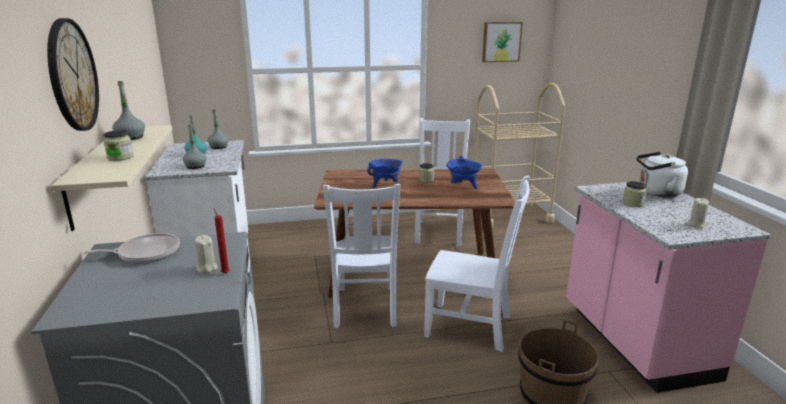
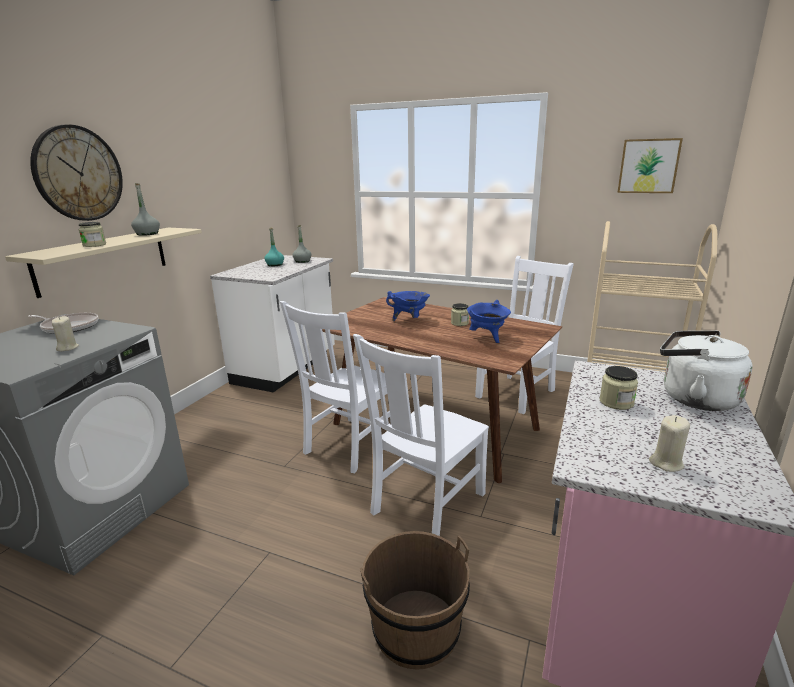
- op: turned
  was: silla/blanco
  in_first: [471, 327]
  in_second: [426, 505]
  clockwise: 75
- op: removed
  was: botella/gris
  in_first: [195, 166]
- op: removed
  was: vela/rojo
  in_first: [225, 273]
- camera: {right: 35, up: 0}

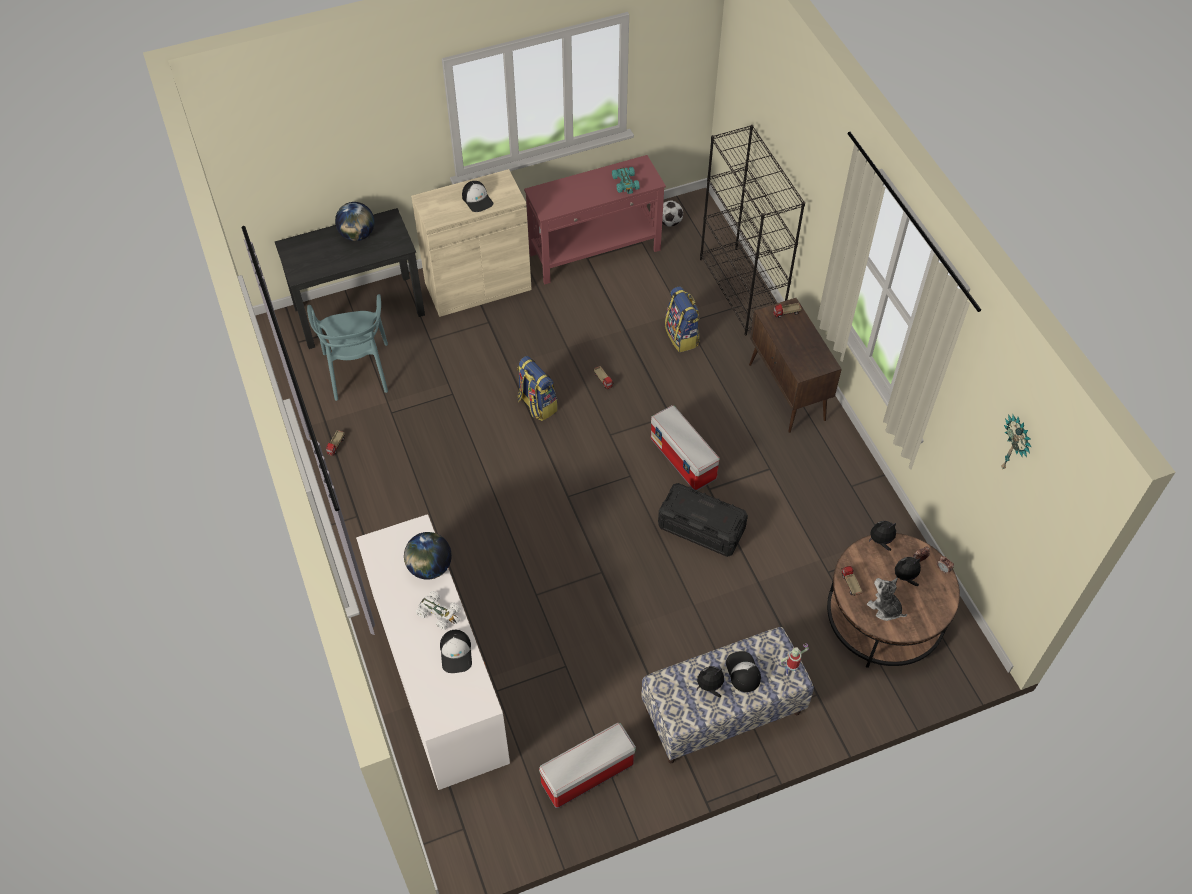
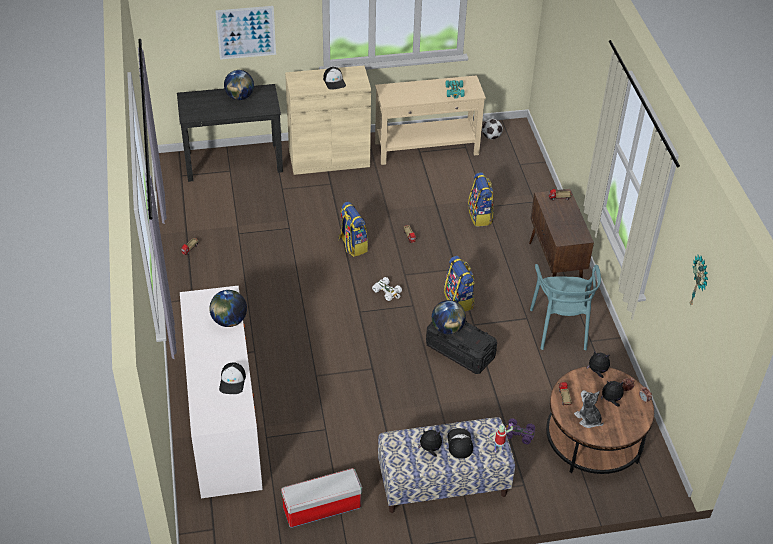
- op: added
  now: cuadro
  in_second: [246, 32]
- op: moved
  was: coche de juguete/blanco
  in_first: [439, 613]
  in_second: [387, 291]
- op: recoloured
  was: mesa consola/rojo
  now: mesa consola/beis
  in_first: [595, 252]
  in_second: [427, 149]
- op: added
  now: globo terráqueo
  in_second: [447, 328]
- op: replaced
  was: caja de almacenaje
  now: mochila
  in_first: [684, 459]
  in_second: [459, 300]
- op: added
  now: coche de juguete/morado
  in_second: [518, 434]
- op: moved
  was: silla/turquesa
  in_first: [358, 371]
  in_second: [560, 328]
- op: removed
  was: estantería/negro
  in_first: [741, 291]
- camera: {right: 10, up: -10}

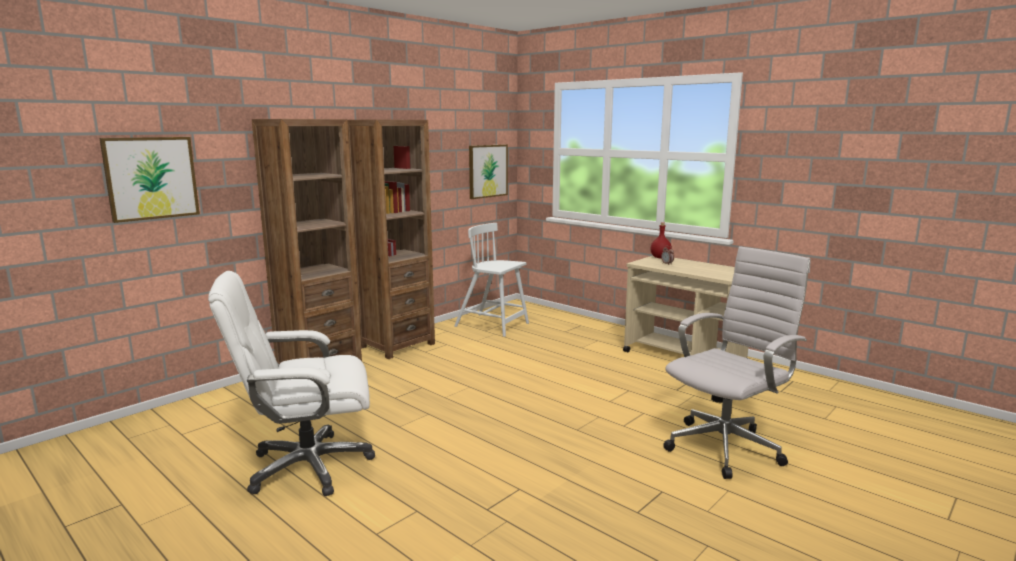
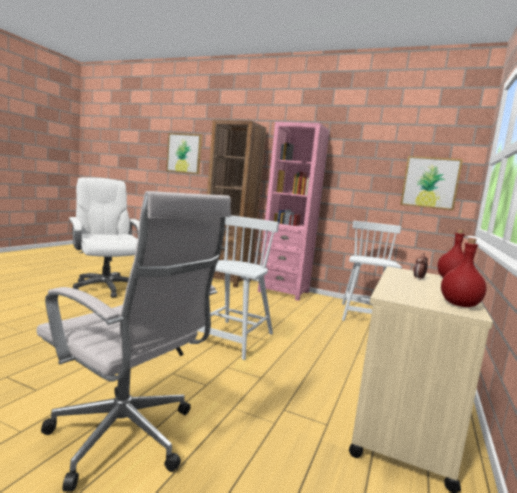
- op: added
  now: silla/blanco
  in_second: [233, 339]
- op: recoloured
  was: estantería/marrón
  now: estantería/rosa
  in_first: [397, 345]
  in_second: [283, 292]
- op: added
  now: botella/rojo
  in_second: [458, 304]
- camera: {right: 70, up: -5}

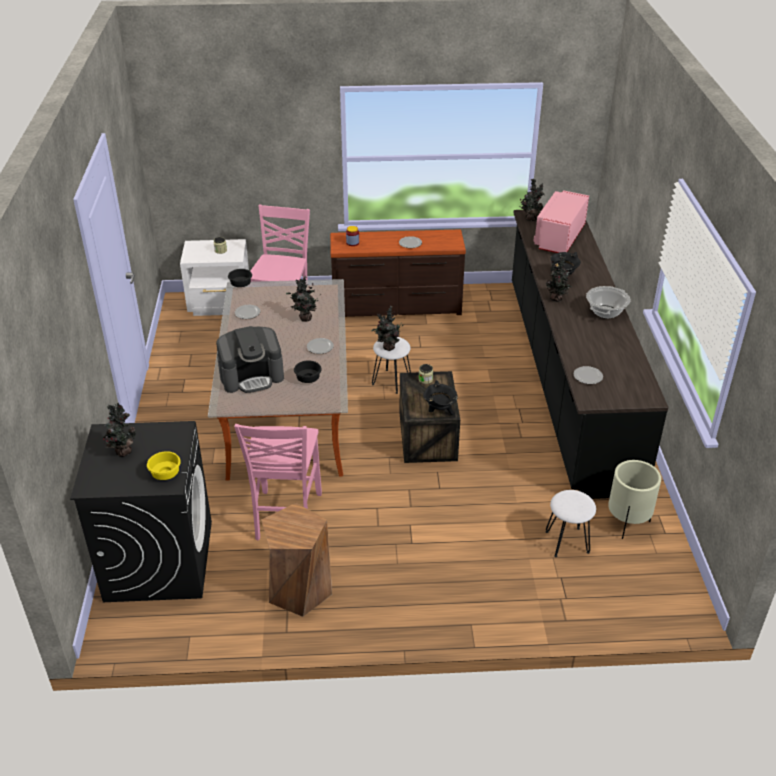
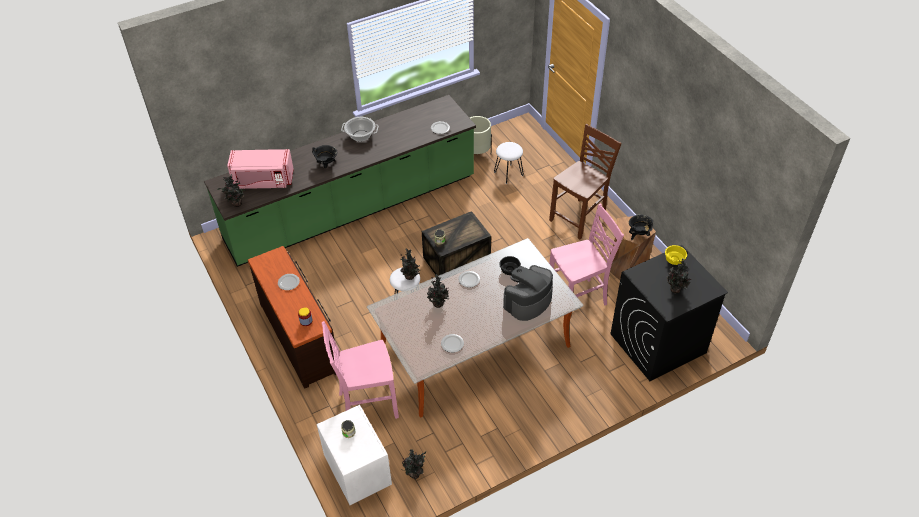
- op: recoloured
  was: mueble bajo de cocina/negro
  now: mueble bajo de cocina/verde
  in_first: [567, 379]
  in_second: [351, 209]
- op: moved
  was: planta en maceta
  in_first: [557, 299]
  in_second: [415, 473]
- op: turned
  was: cafetera
  in_first: [252, 376]
  in_second: [527, 301]
  clockwise: -90
- op: added
  now: silla/marrón
  in_second: [579, 218]
- op: moved
  was: olla/negro
  in_first: [439, 411]
  in_second: [639, 235]
- op: removed
  was: cuenco/negro
  in_first: [240, 284]
- camera: {right: -115, up: 10}

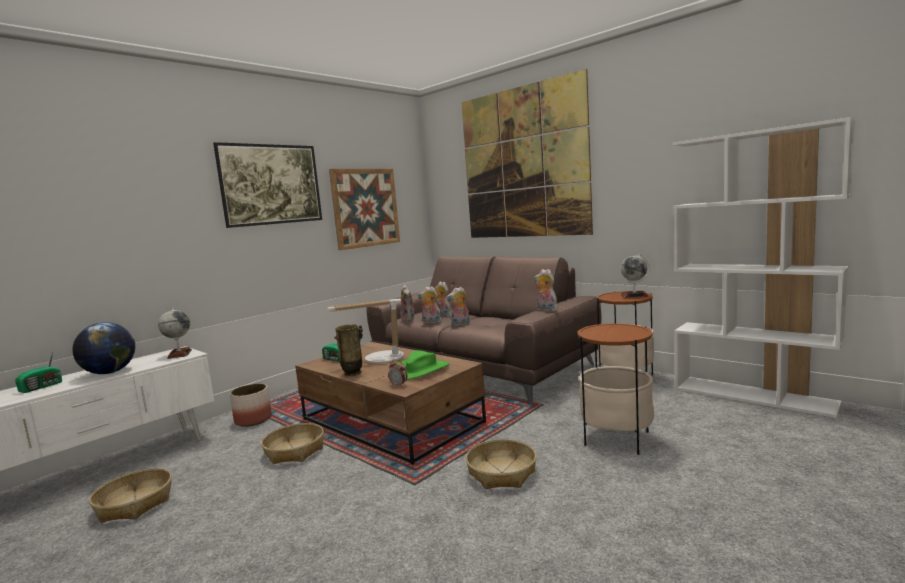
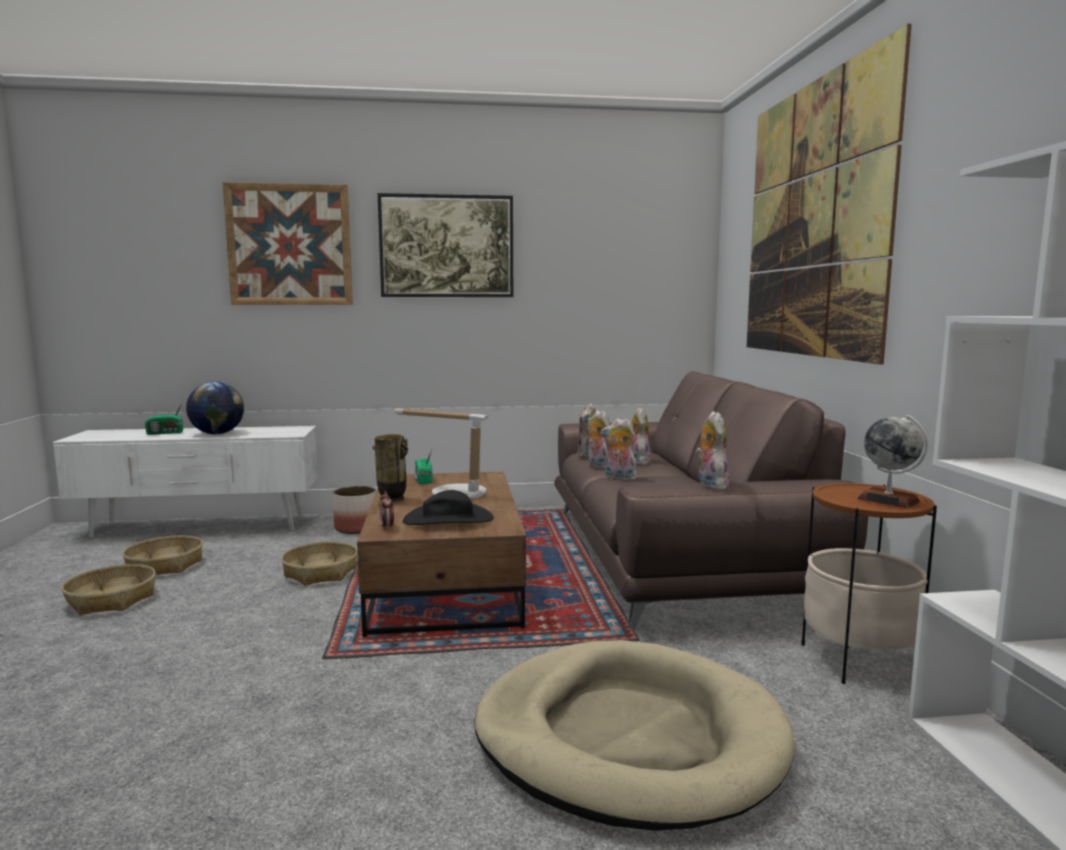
- op: moved
  was: cesta
  in_first: [502, 473]
  in_second: [112, 599]
- op: moved
  was: cuadro
  in_first: [365, 208]
  in_second: [289, 245]
- op: recoloured
  was: sombrero/verde
  now: sombrero/negro
  in_first: [421, 370]
  in_second: [448, 519]
- op: replaced
  was: mesa auxiliar
  now: cama para perro/beis
  in_first: [616, 438]
  in_second: [628, 738]
- op: removed
  was: globo terráqueo
  in_first: [179, 354]
- camera: {right: 40, up: 0}

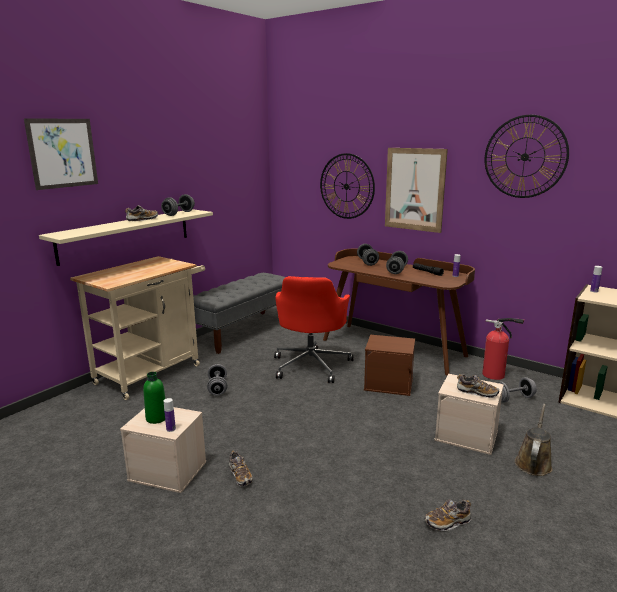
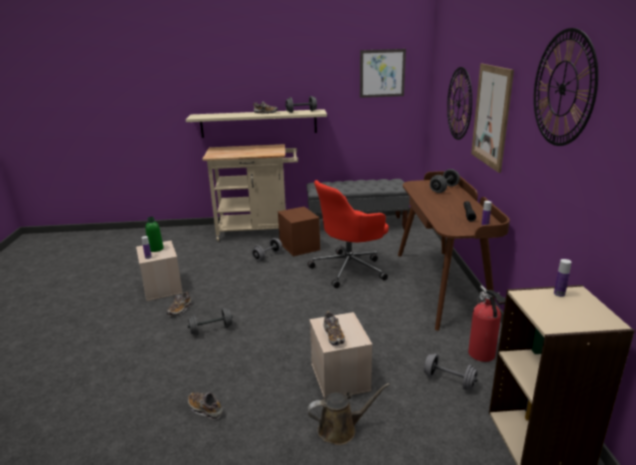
- op: moved
  was: mancuerna/gris
  in_first: [396, 270]
  in_second: [211, 330]
- op: moved
  was: caja de almacenaje/marrón
  in_first: [389, 384]
  in_second: [300, 246]
- op: moved
  was: cuadro
  in_first: [63, 153]
  in_second: [382, 73]
- camera: {right: 50, up: 5}

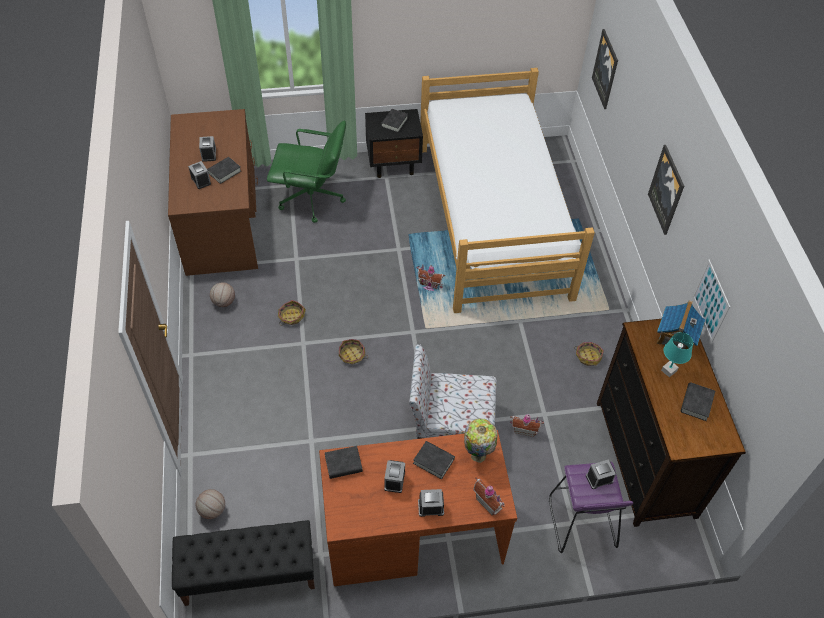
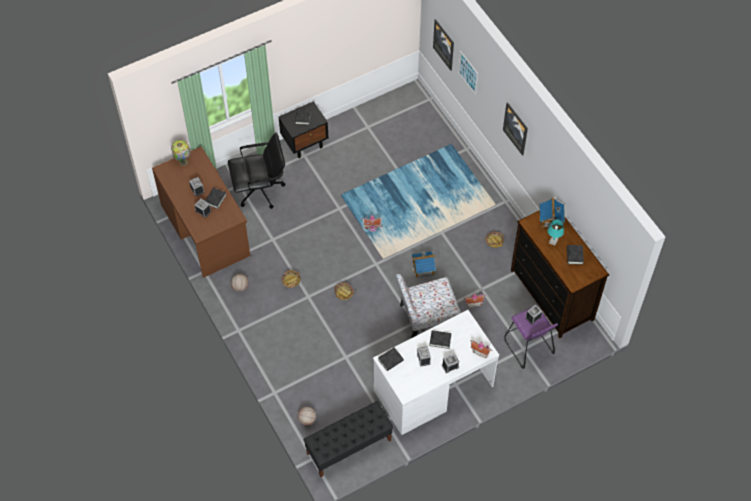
- op: moved
  was: lámpara de mesa
  in_first: [478, 454]
  in_second: [183, 161]
- op: recoloured
  was: silla de oficina/verde
  now: silla de oficina/negro
  in_first: [312, 199]
  in_second: [260, 190]
- op: recoloured
  was: escritorio/marrón
  now: escritorio/blanco
  in_first: [412, 531]
  in_second: [432, 388]
- op: added
  now: casita
  in_second: [423, 268]
- op: moved
  was: cuadro
  in_first: [711, 301]
  in_second: [468, 72]
- op: removed
  was: cama
  in_first: [493, 219]
- camera: {right: -20, up: 5}

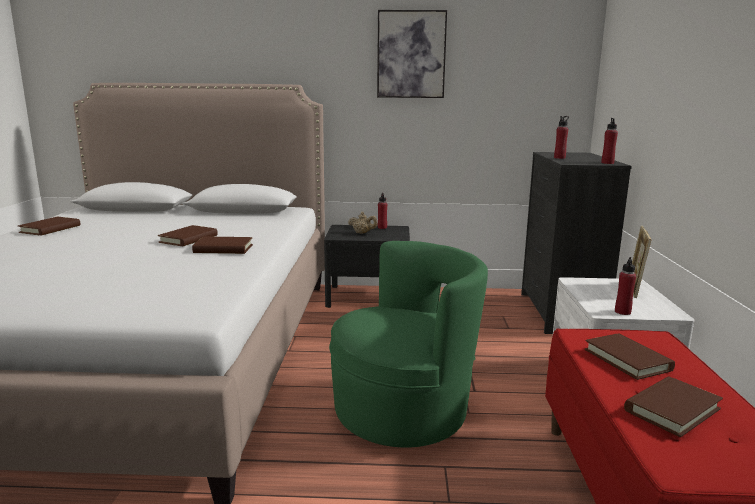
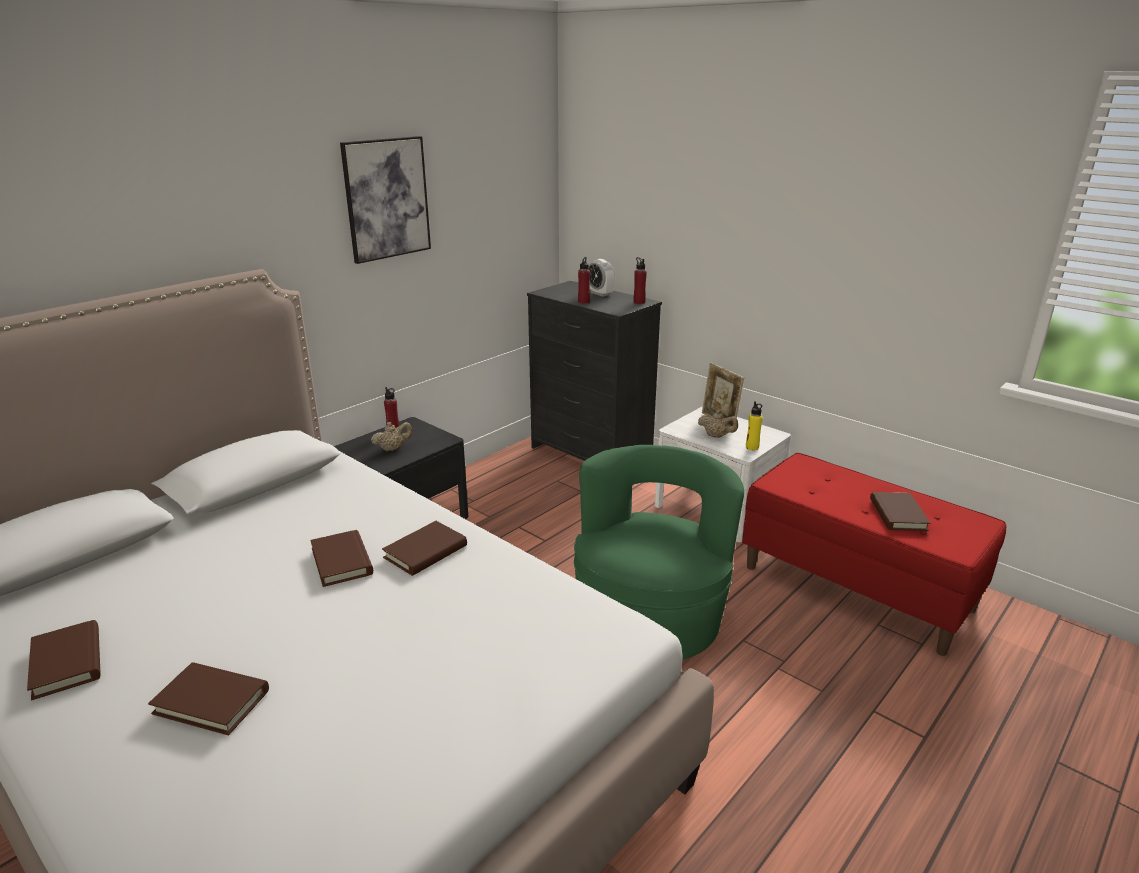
- op: moved
  was: libro/marrón
  in_first: [627, 360]
  in_second: [212, 702]
- op: added
  now: despertador
  in_second: [600, 293]
- op: added
  now: tetera/beis
  in_second: [716, 436]
- op: recoloured
  was: botella/rojo
  now: botella/amarillo
  in_first: [622, 312]
  in_second: [752, 447]
- camera: {right: -50, up: 10}

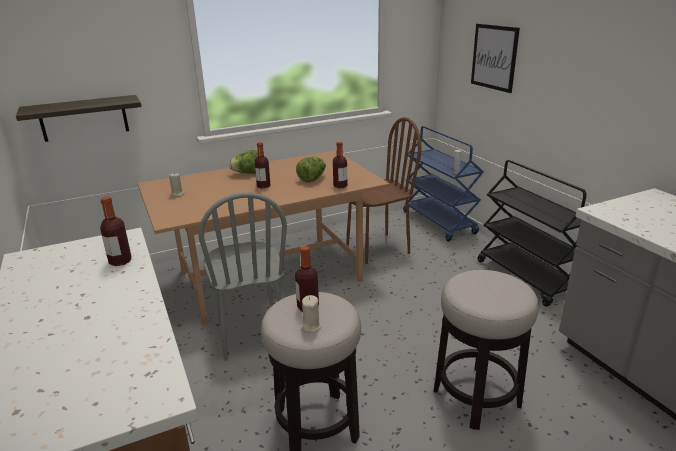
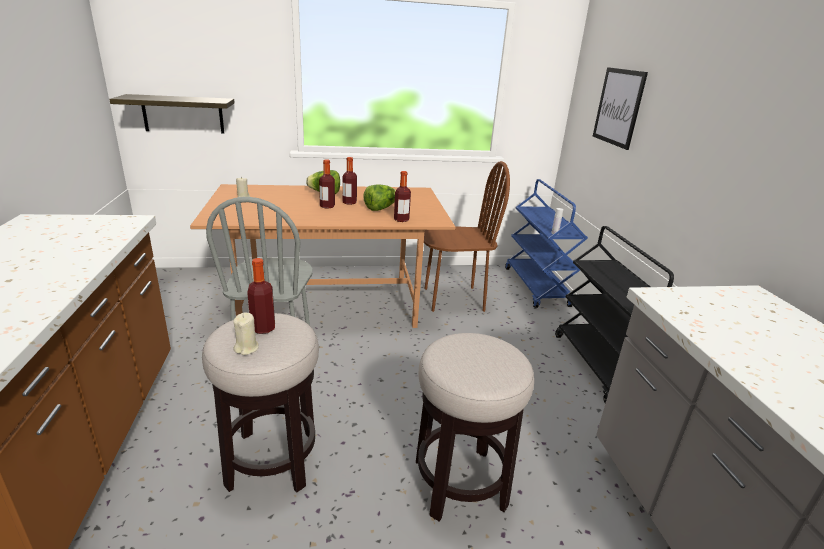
- op: moved
  was: botella
  in_first: [120, 261]
  in_second: [349, 202]
- camera: {right: 15, up: 0}

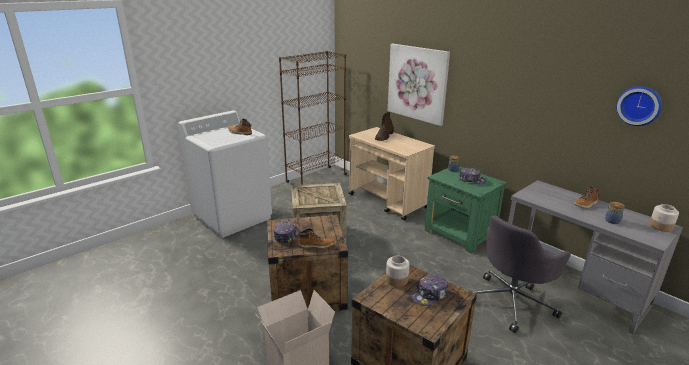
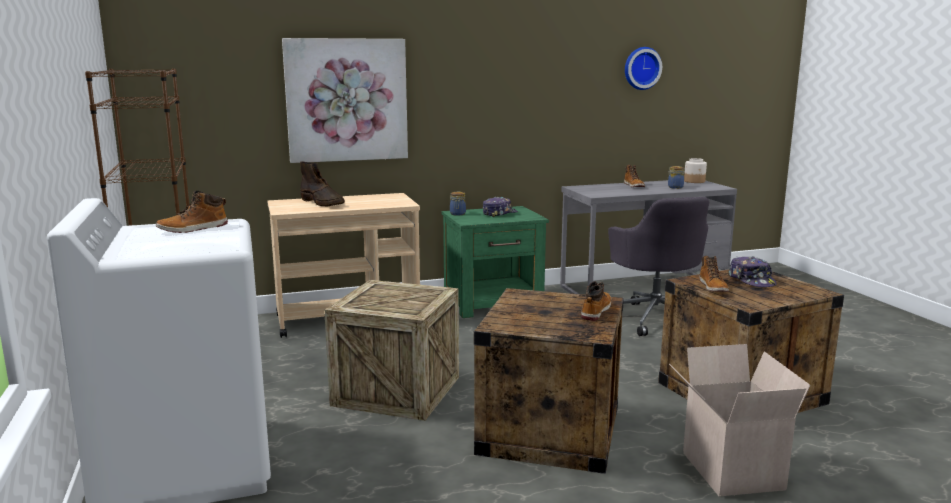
- op: replaced
  was: tarro
  now: bota
  in_first: [397, 280]
  in_second: [713, 287]
- op: removed
  was: gorra
  in_first: [287, 235]
- camera: {right: -65, up: -10}

